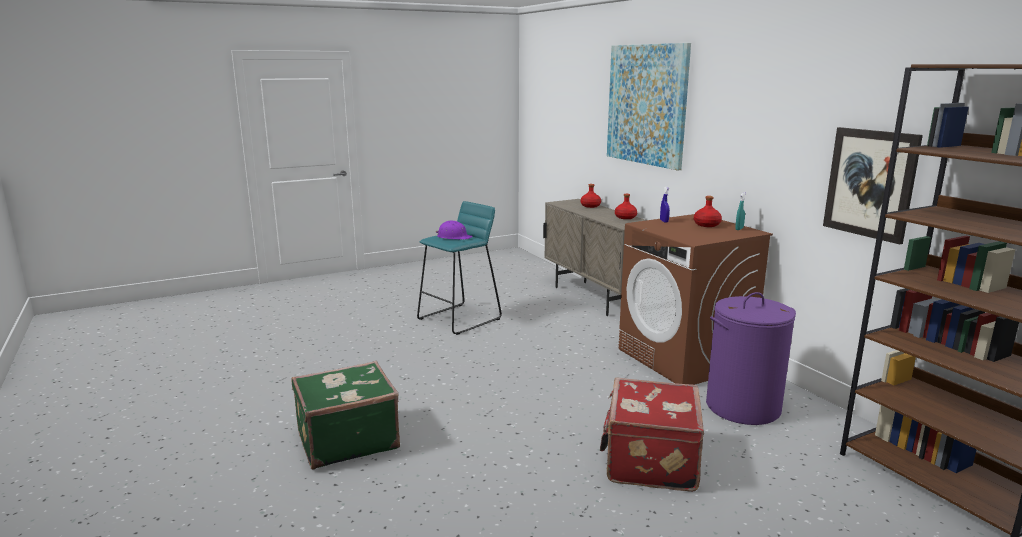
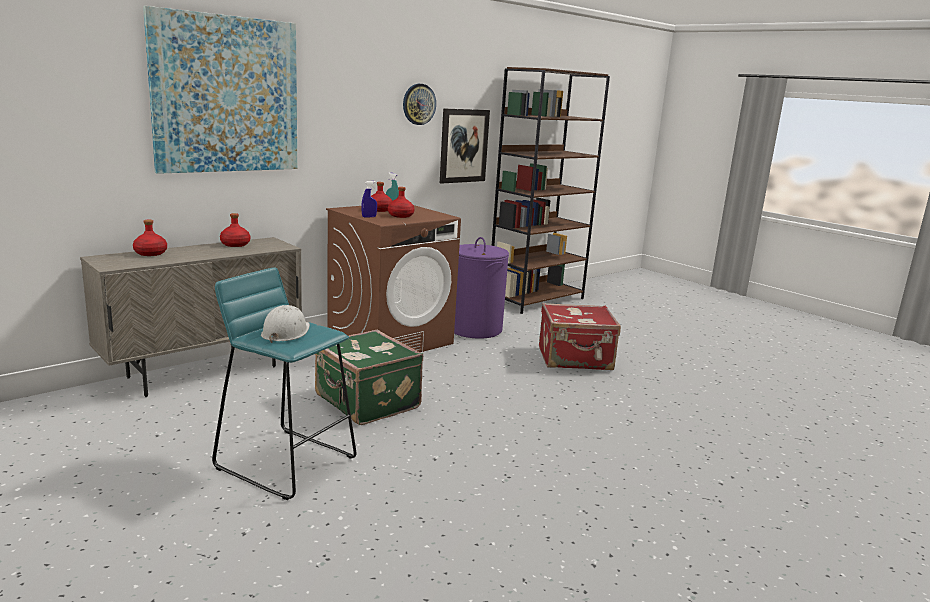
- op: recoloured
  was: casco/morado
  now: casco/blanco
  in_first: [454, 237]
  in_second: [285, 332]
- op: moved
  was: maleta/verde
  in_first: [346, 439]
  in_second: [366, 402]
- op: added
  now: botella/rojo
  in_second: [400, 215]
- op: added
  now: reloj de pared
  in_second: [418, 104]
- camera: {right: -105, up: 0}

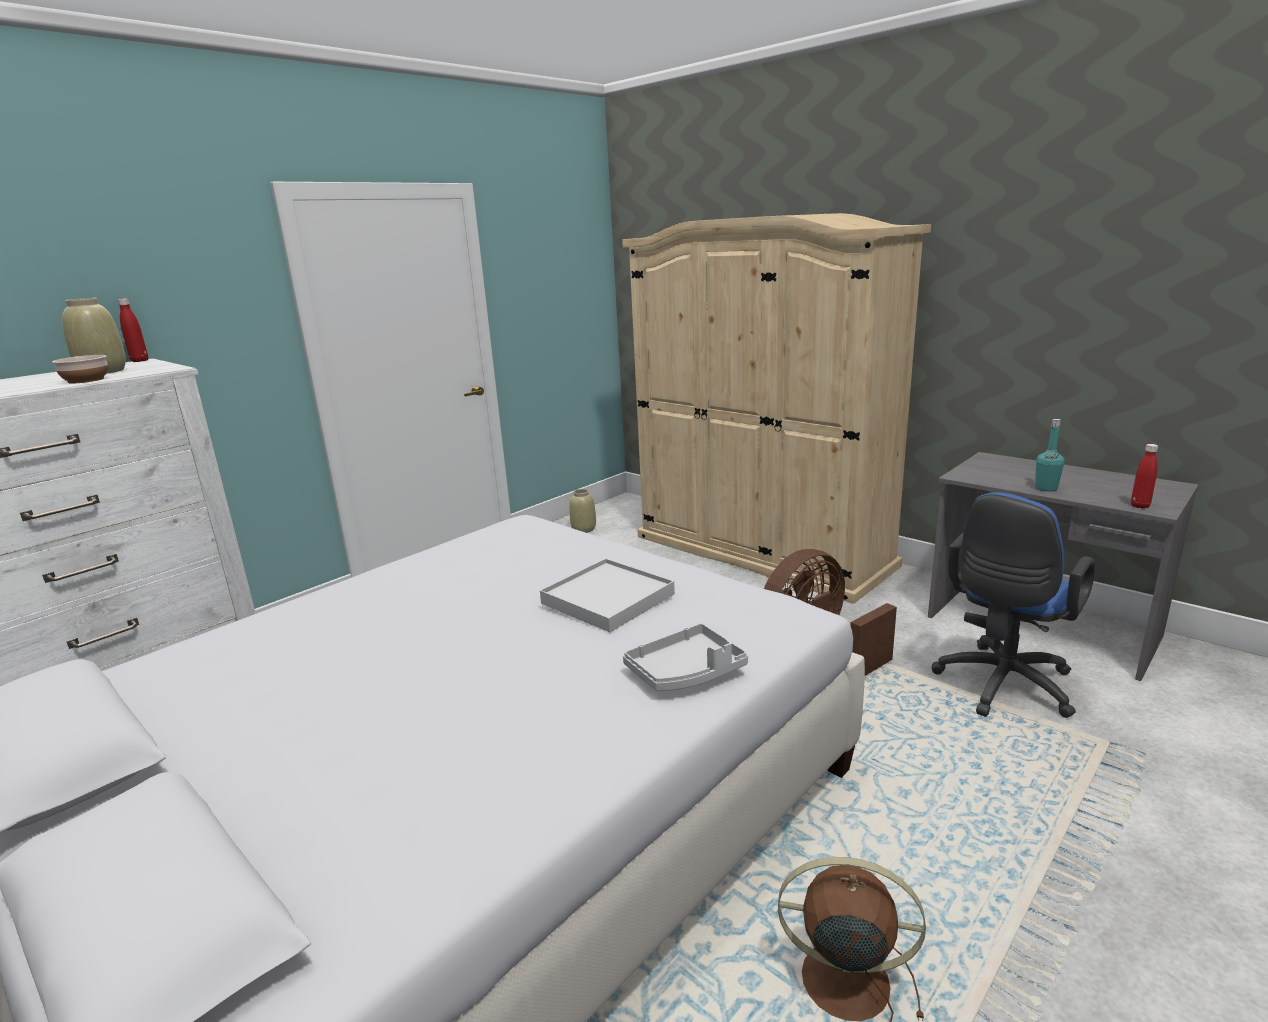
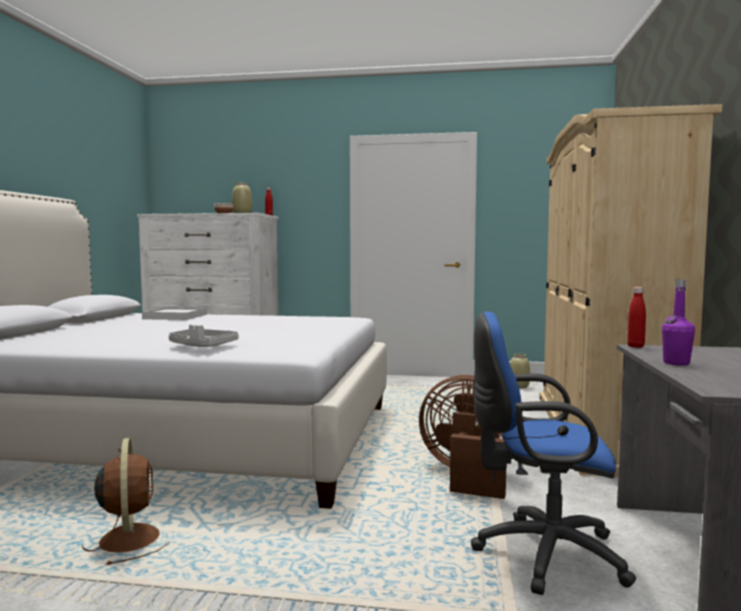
- op: moved
  was: bandeja/blanco
  in_first: [608, 599]
  in_second: [175, 316]
- op: moved
  was: botella/rojo
  in_first: [1140, 506]
  in_second: [635, 346]
- op: recoloured
  was: botella/turquesa
  now: botella/morado
  in_first: [1046, 488]
  in_second: [676, 363]
- camera: {right: 55, up: -15}

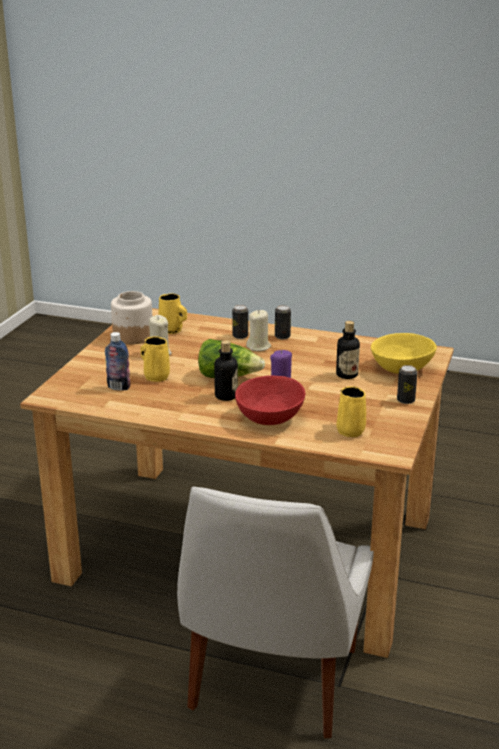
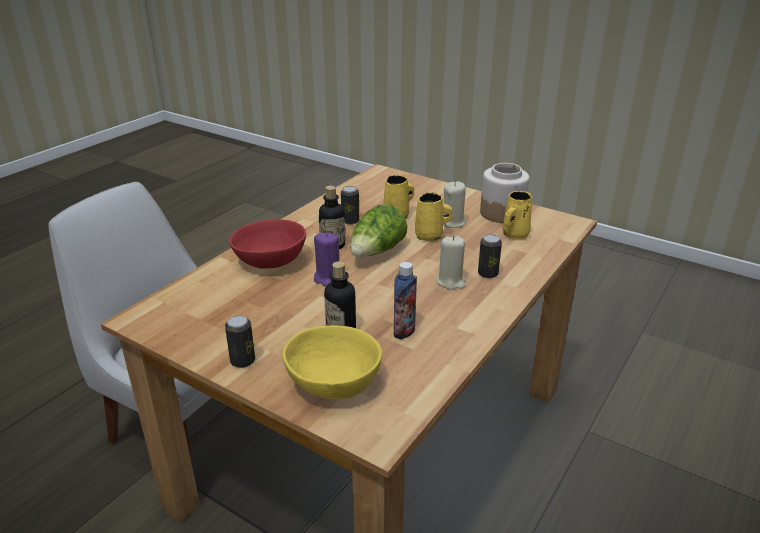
- op: moved
  was: lata
  in_first: [282, 336]
  in_second: [350, 221]
- op: moved
  was: botella
  in_first: [118, 387]
  in_second: [404, 331]
- op: moved
  was: taza grande/amarillo
  in_first: [349, 430]
  in_second: [430, 236]
- camera: {right: 105, up: 5}

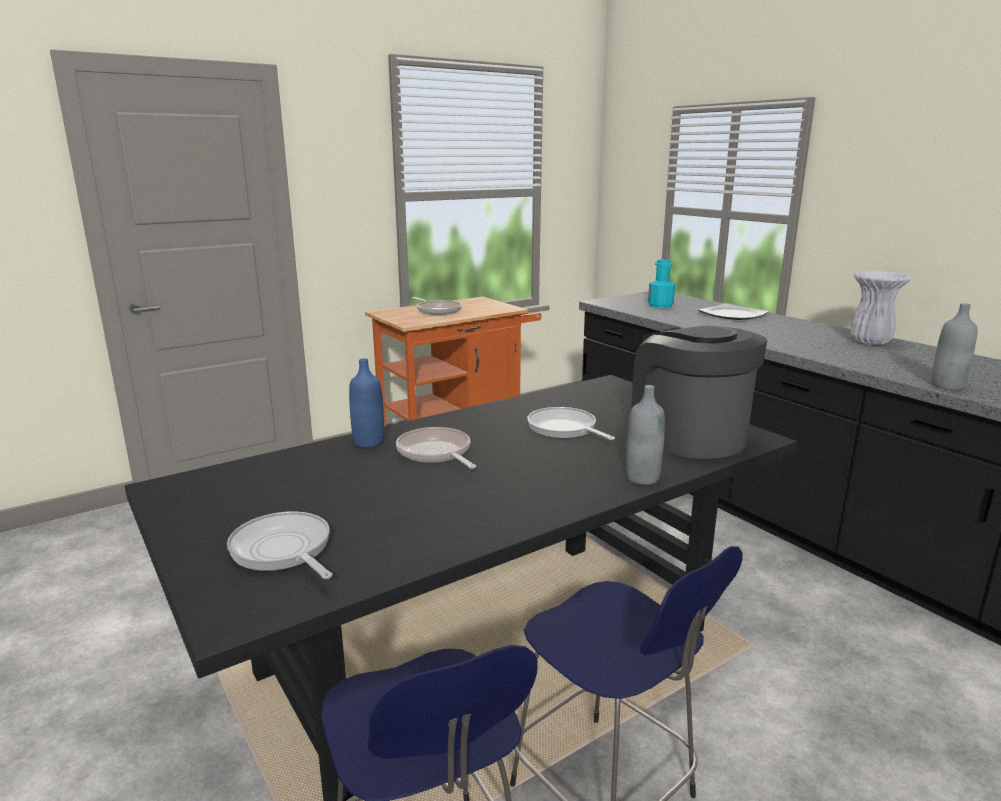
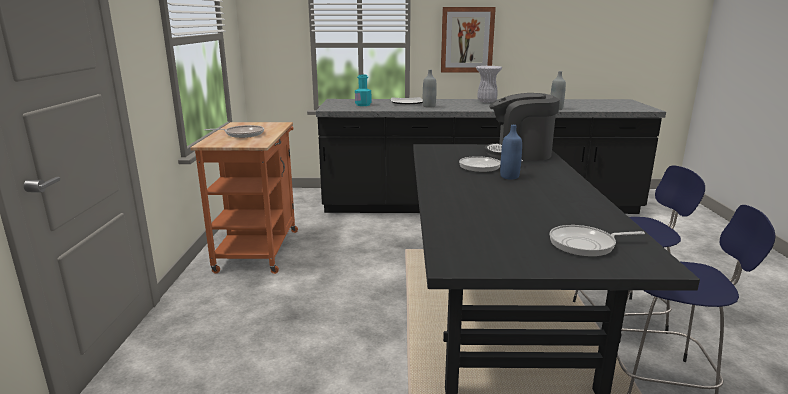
- op: moved
  was: botella/gris
  in_first: [642, 478]
  in_second: [429, 106]
- op: added
  now: cuadro
  in_second: [467, 40]
- op: moved
  was: botella/azul
  in_first: [368, 442]
  in_second: [509, 177]
- op: removed
  was: sartén
  in_first: [436, 453]
- camera: {right: -55, up: 0}

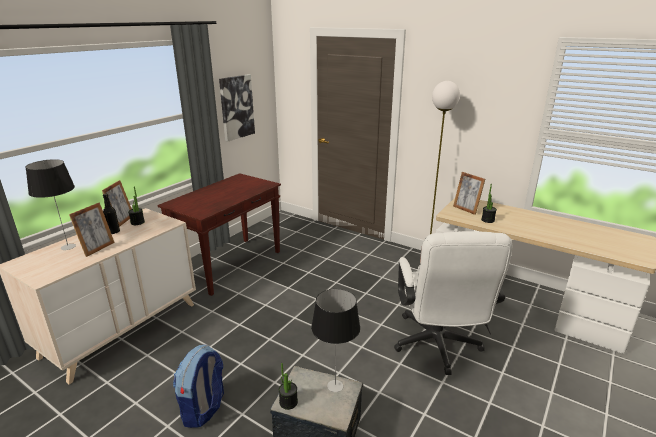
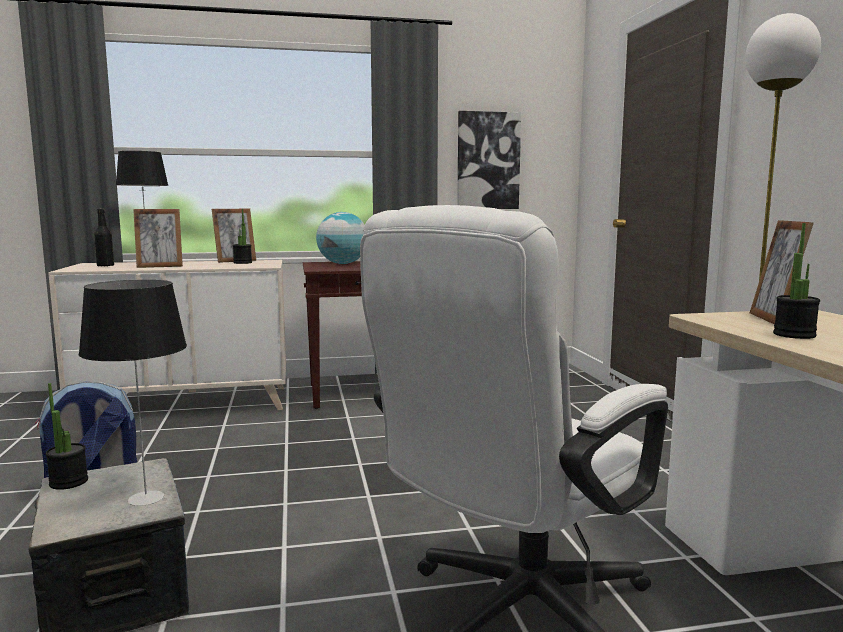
- op: moved
  was: botella/negro
  in_first: [113, 232]
  in_second: [105, 266]
- op: added
  now: globo terráqueo
  in_second: [343, 264]
- camera: {right: 45, up: -15}

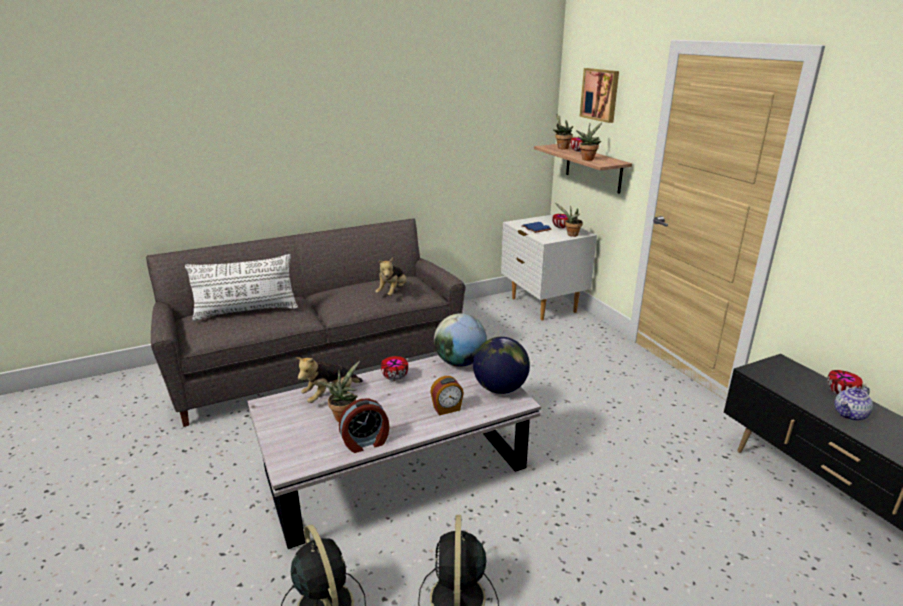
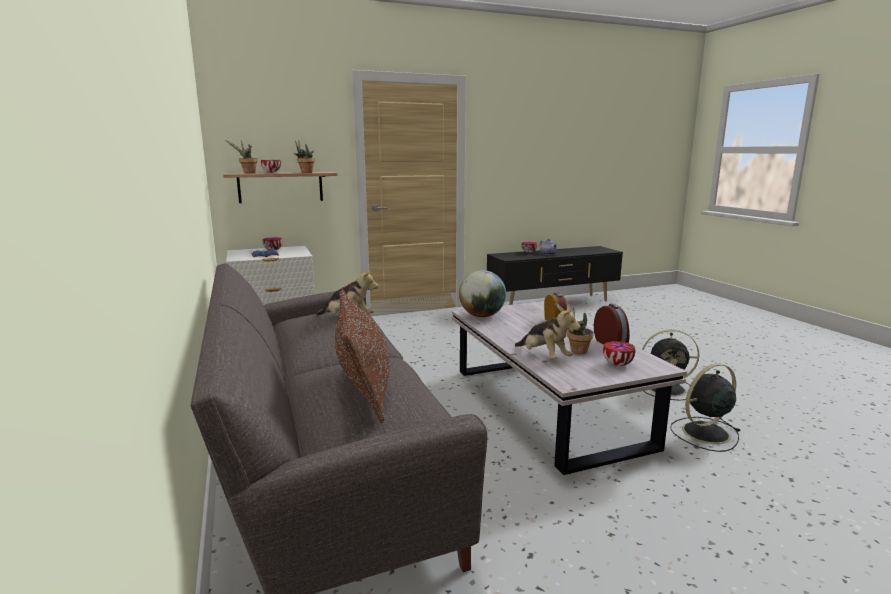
- op: recoloured
  was: cojín/blanco
  now: cojín/marrón
  in_first: [246, 311]
  in_second: [363, 387]
- op: moved
  was: cuenco
  in_first: [395, 377]
  in_second: [616, 364]
- op: removed
  was: globo terráqueo
  in_first: [500, 389]
- op: removed
  was: planta en maceta
  in_first: [571, 235]
- op: removed
  was: cuadro
  in_first: [600, 94]
- camera: {right: -85, up: -10}

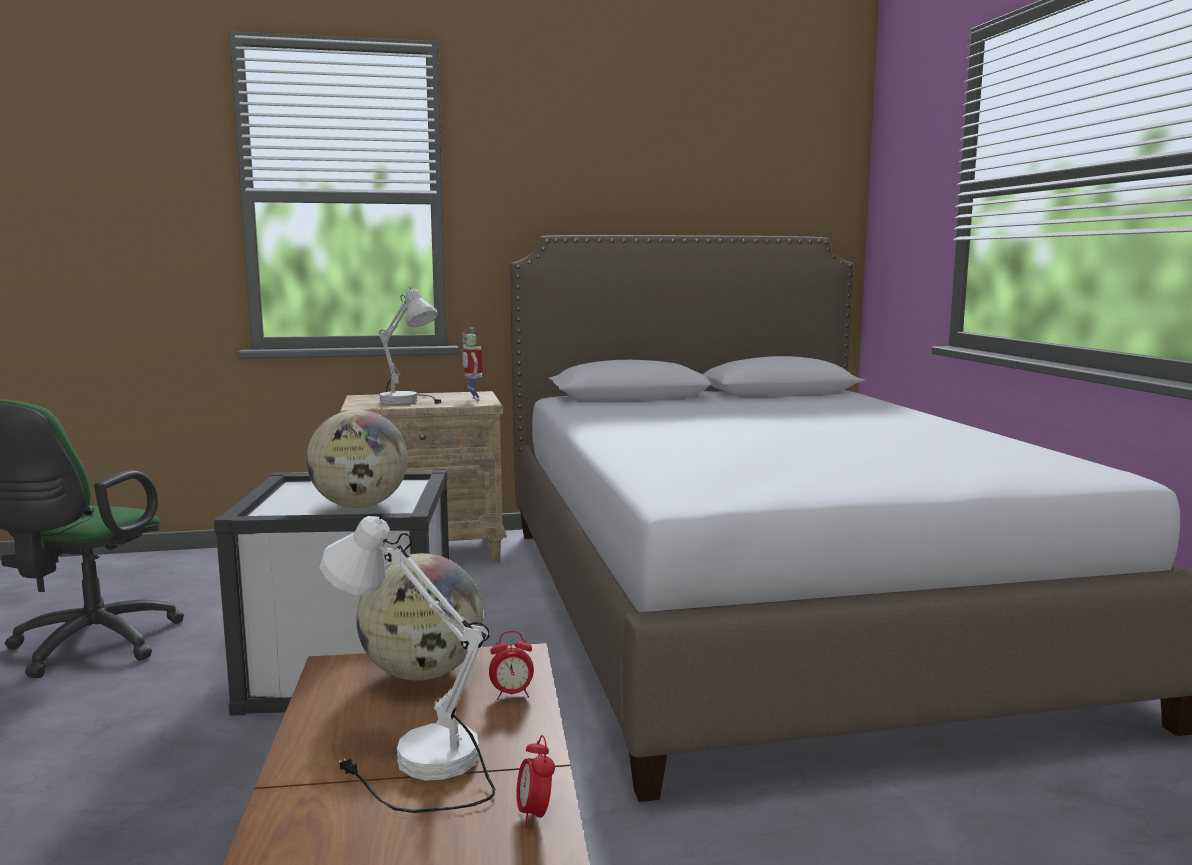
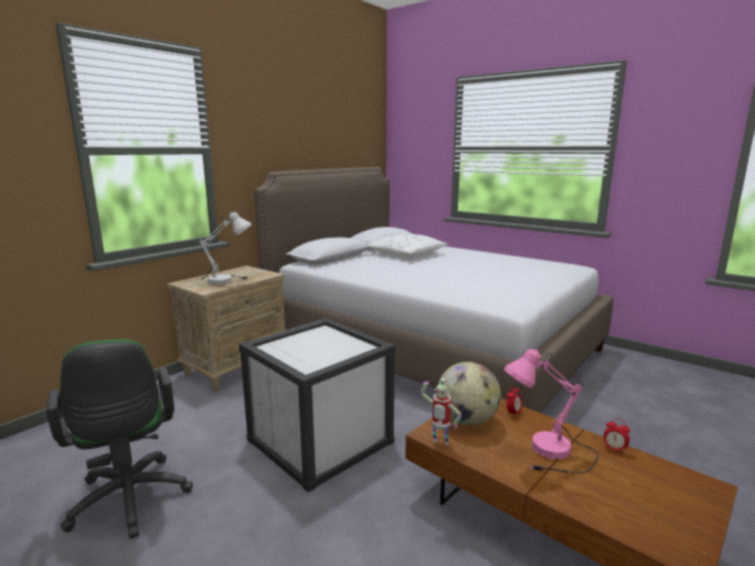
- op: added
  now: cojín/blanco
  in_second: [406, 254]
- op: moved
  was: robot de juguete
  in_first: [473, 399]
  in_second: [439, 443]
- op: recoloured
  was: lámpara de mesa/blanco
  now: lámpara de mesa/rosa
  in_first: [411, 767]
  in_second: [550, 456]
- op: removed
  was: globo terráqueo
  in_first: [360, 506]
- camera: {right: -40, up: 5}

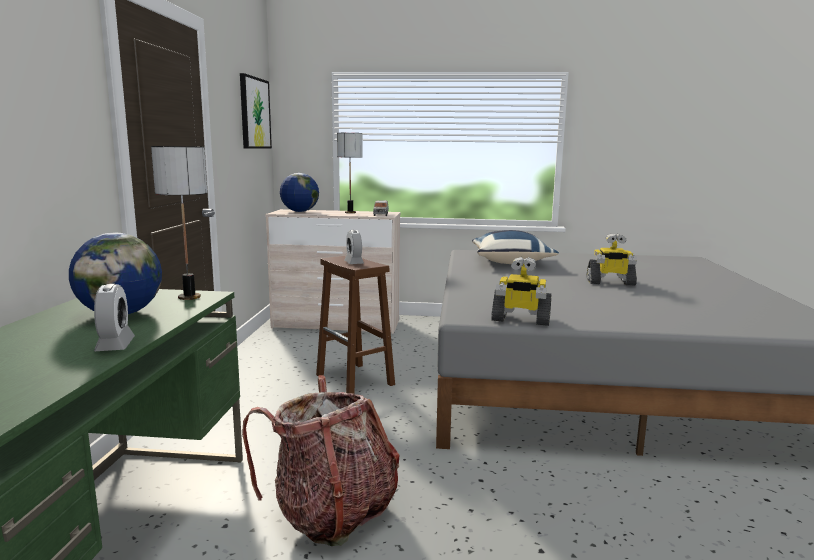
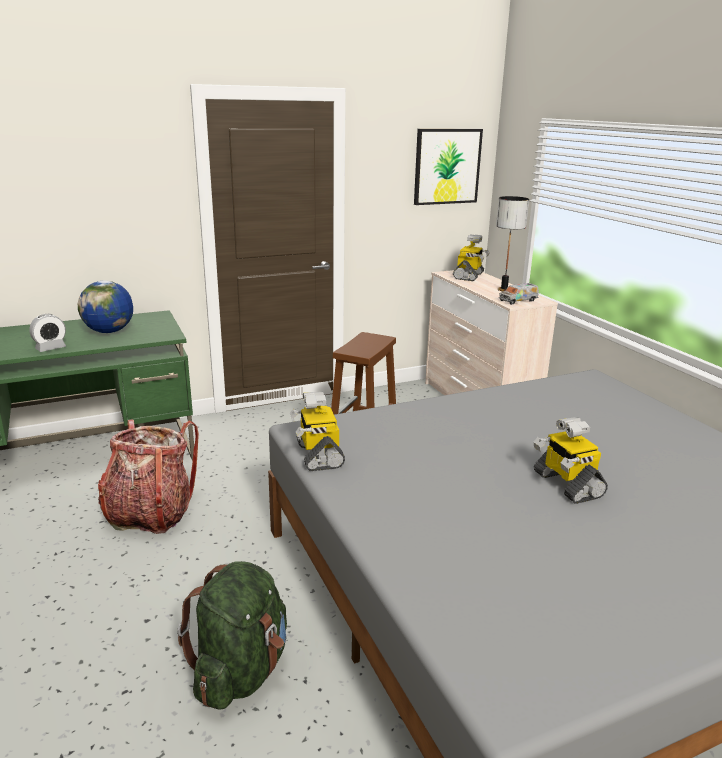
- op: added
  now: mochila/verde
  in_second: [241, 671]
- op: replaced
  was: globo terráqueo
  now: robot de juguete
  in_first: [300, 211]
  in_second: [469, 276]
- op: removed
  was: lámpara de mesa
  in_first: [188, 297]
- op: removed
  was: despertador
  in_first: [354, 262]
- op: removed
  was: cojín/azul
  in_first: [511, 262]
- camera: {right: 60, up: 10}

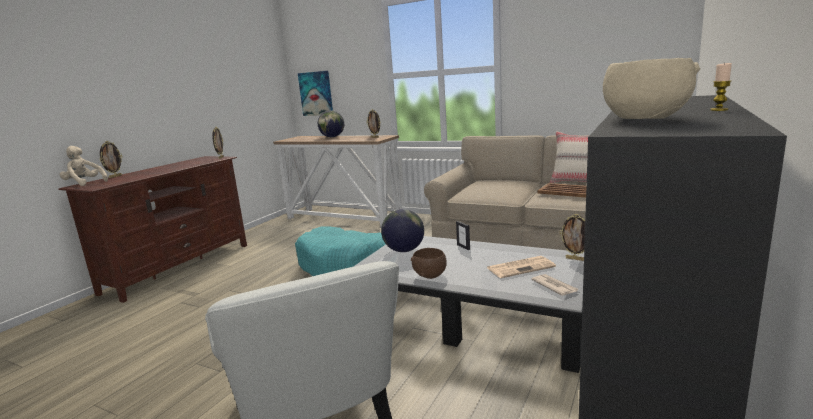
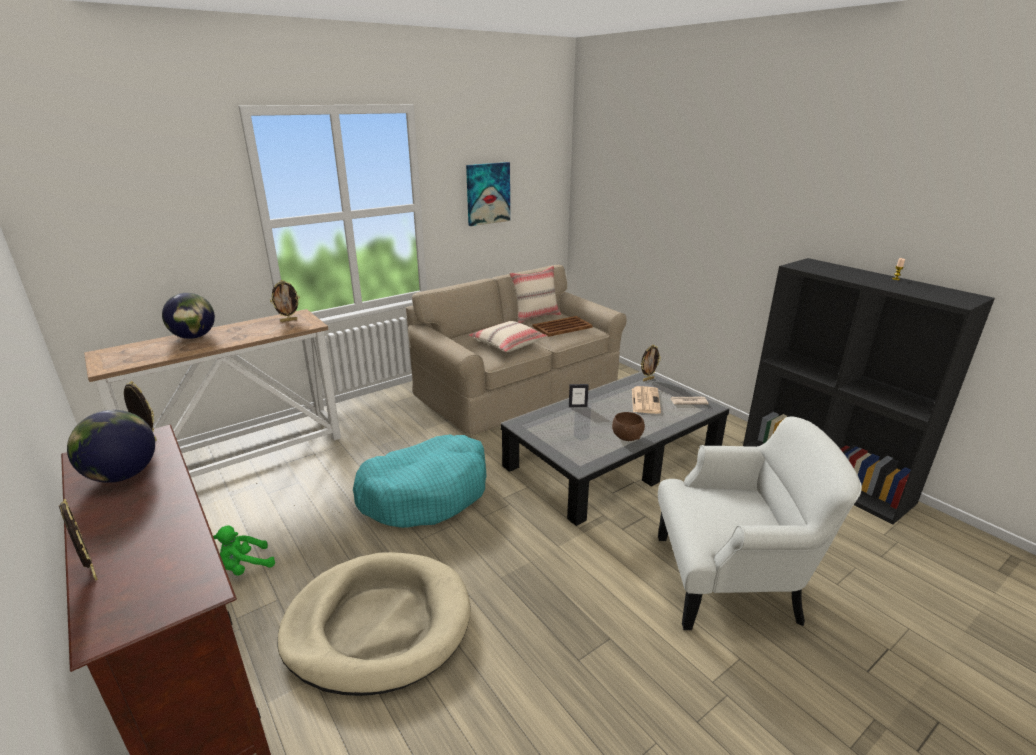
- op: moved
  was: globo terráqueo
  in_first: [404, 250]
  in_second: [122, 475]
- op: added
  now: peluche/verde
  in_second: [245, 567]
- op: added
  now: cama para perro/beis
  in_second: [378, 624]
- op: moved
  was: cuadro
  in_first: [316, 93]
  in_second: [488, 193]
- op: added
  now: cojín/beis
  in_second: [508, 344]
- op: removed
  was: peluche/beis
  in_first: [84, 183]
- op: removed
  was: cuenco/beis
  in_first: [643, 120]
- camera: {right: -65, up: 10}

